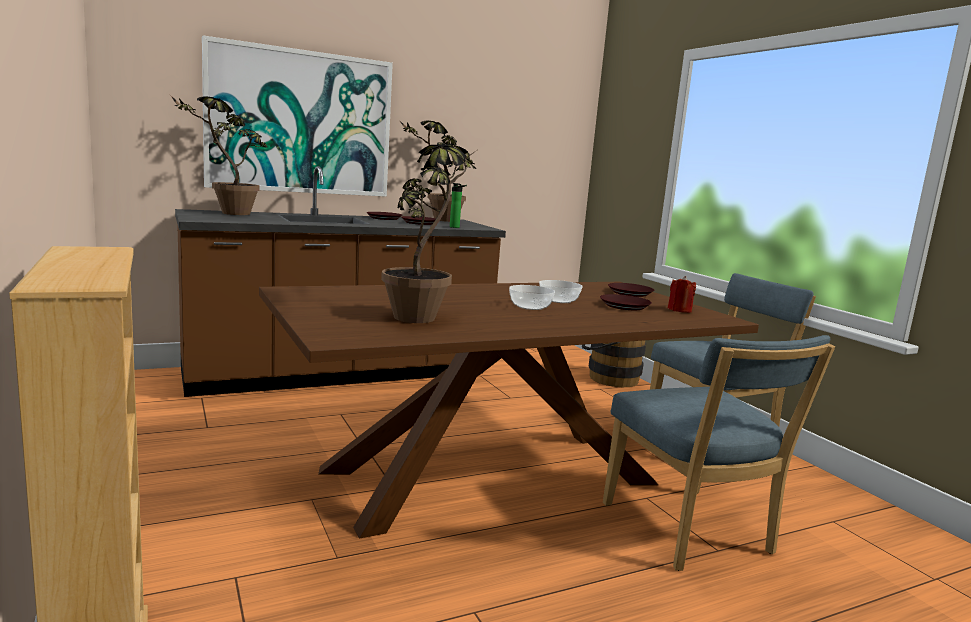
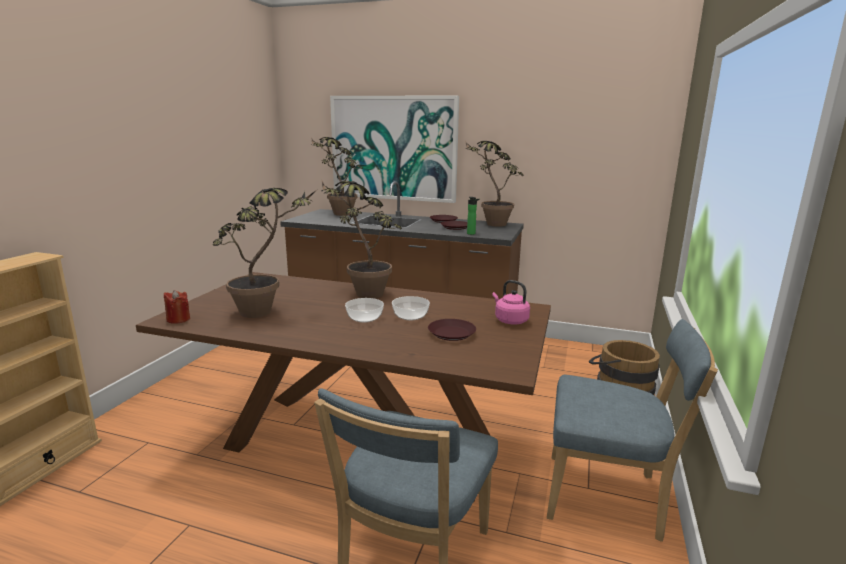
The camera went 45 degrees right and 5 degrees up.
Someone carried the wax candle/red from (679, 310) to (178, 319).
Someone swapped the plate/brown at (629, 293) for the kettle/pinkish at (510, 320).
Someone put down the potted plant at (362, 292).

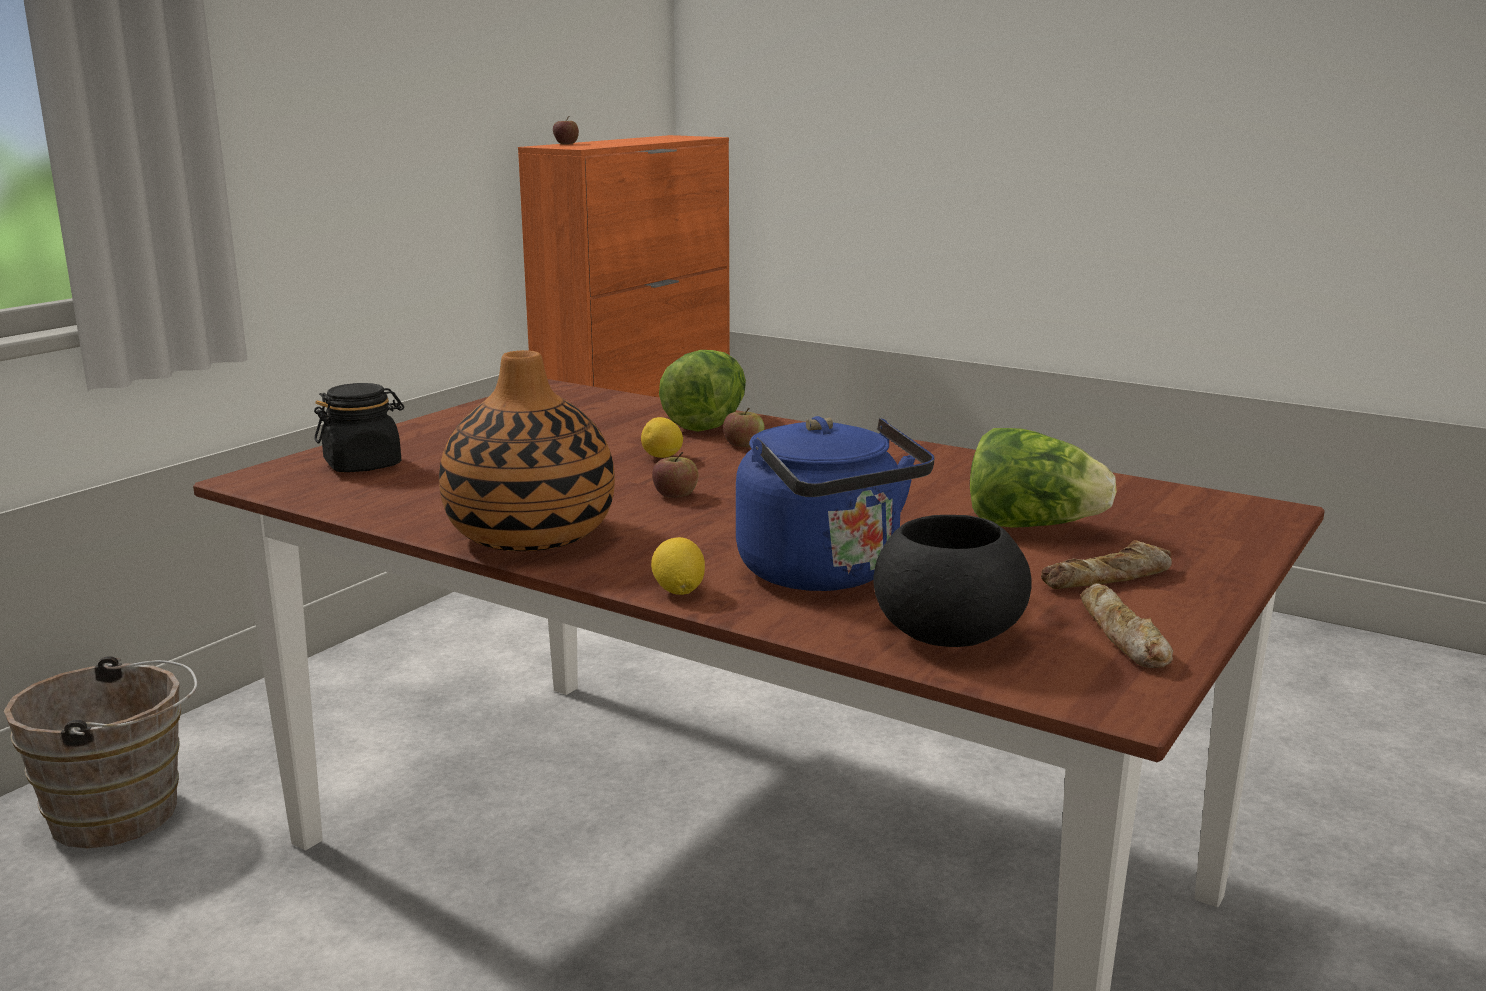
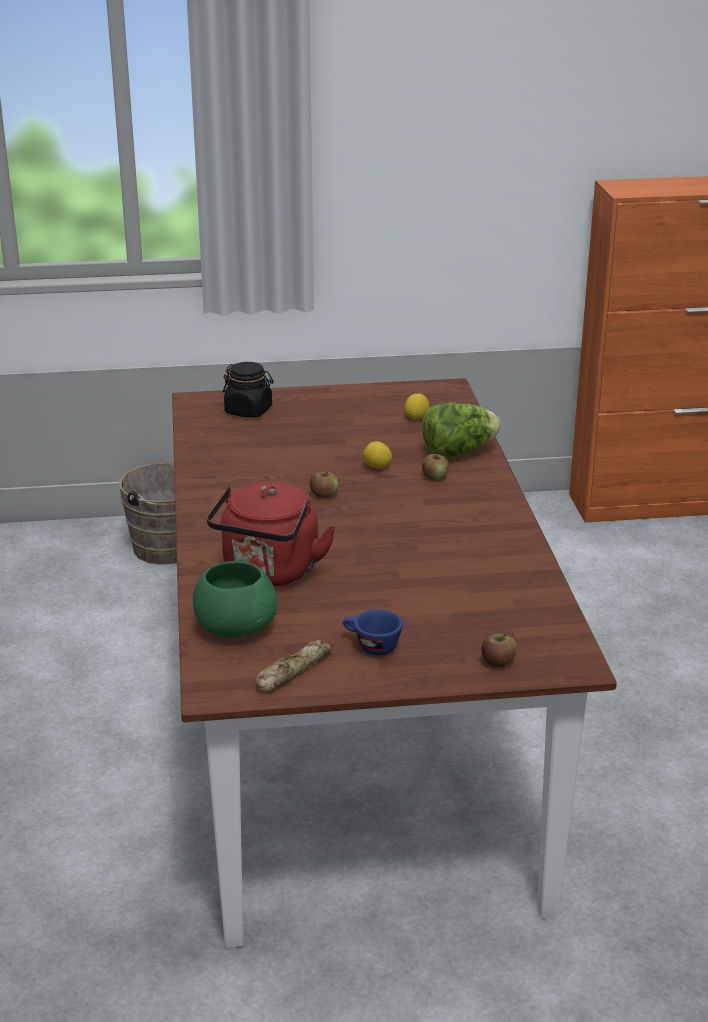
The camera went 50 degrees right and 10 degrees up.
Someone carried the apple fruit from (566, 144) to (498, 662).
Someone took away the vase at (530, 535).
Someone repainted the kettle/blue-coloured at (826, 574), which became the kettle/red at (269, 573).
Someone took away the head of lettuce at (1032, 526).
Someone repainted the deep dish/blackish at (945, 634), which became the deep dish/green-coloured at (235, 627).
Someone carried the whole lemon from (678, 591) to (416, 418).
Someone swapped the bread at (1109, 579) for the small cup/blue-coloured at (371, 646).

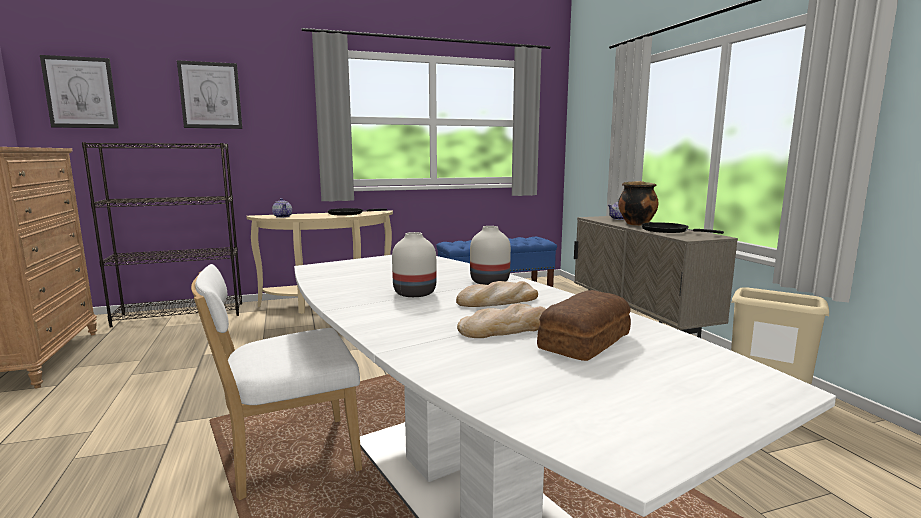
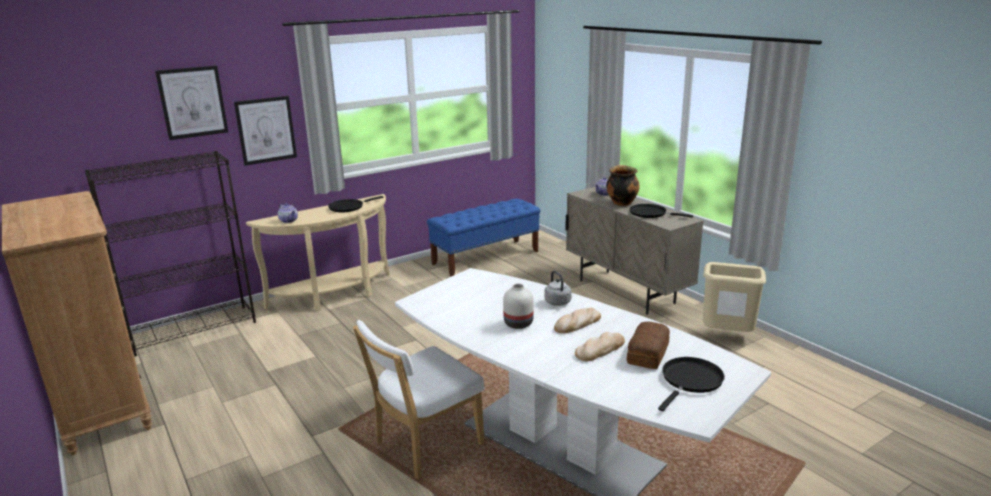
The camera went 15 degrees left and 10 degrees up.
Someone carried the wall art from (81, 92) to (266, 130).
Someone swapped the vase/white at (490, 282) for the kettle/grey at (558, 303).
Someone put down the frying pan/blackish at (690, 381).

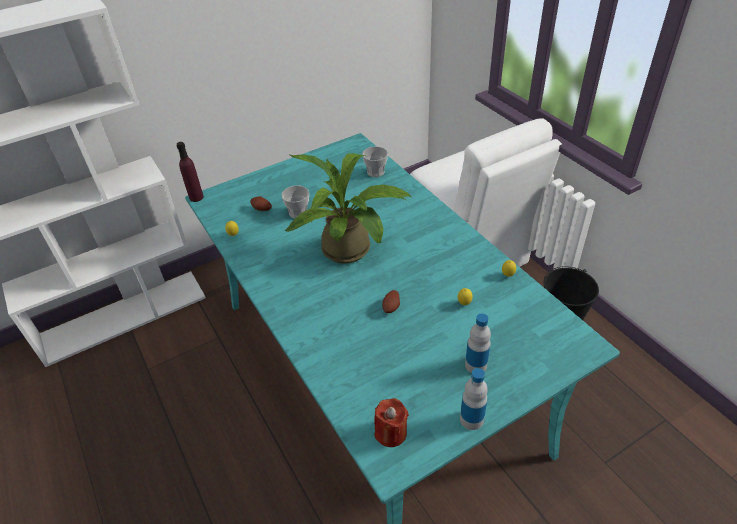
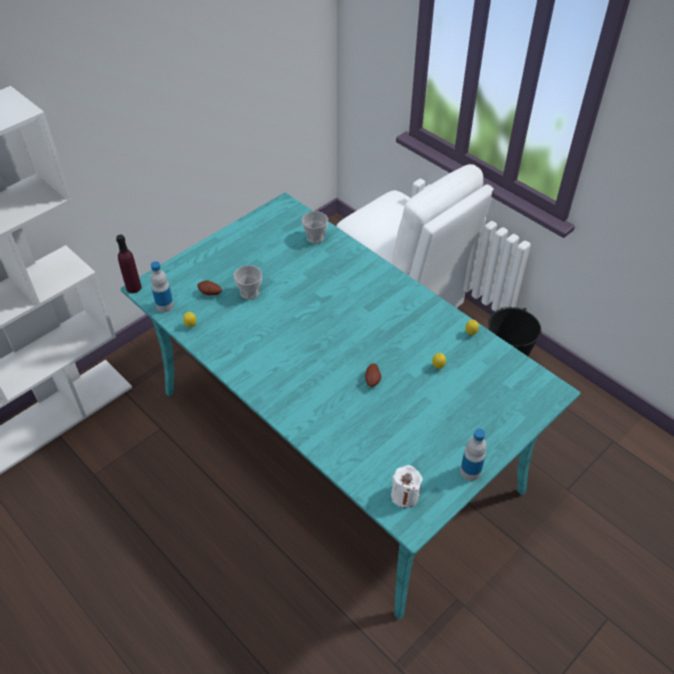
The camera went 15 degrees left and 5 degrees up.
Someone took away the potted plant at (351, 251).
Someone carried the drink bottle from (476, 365) to (165, 306).
Someone repainted the wax candle/red at (391, 433), which became the wax candle/white at (405, 495).

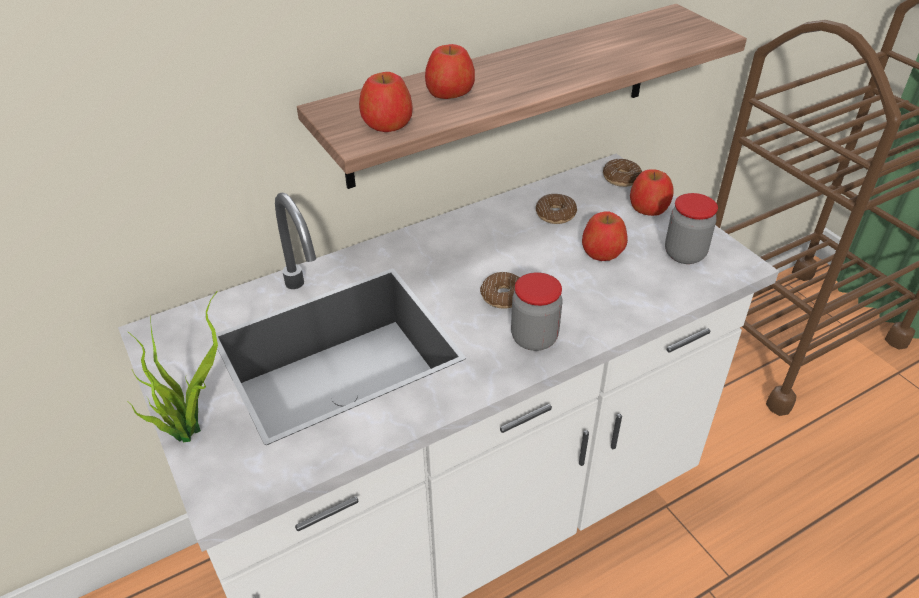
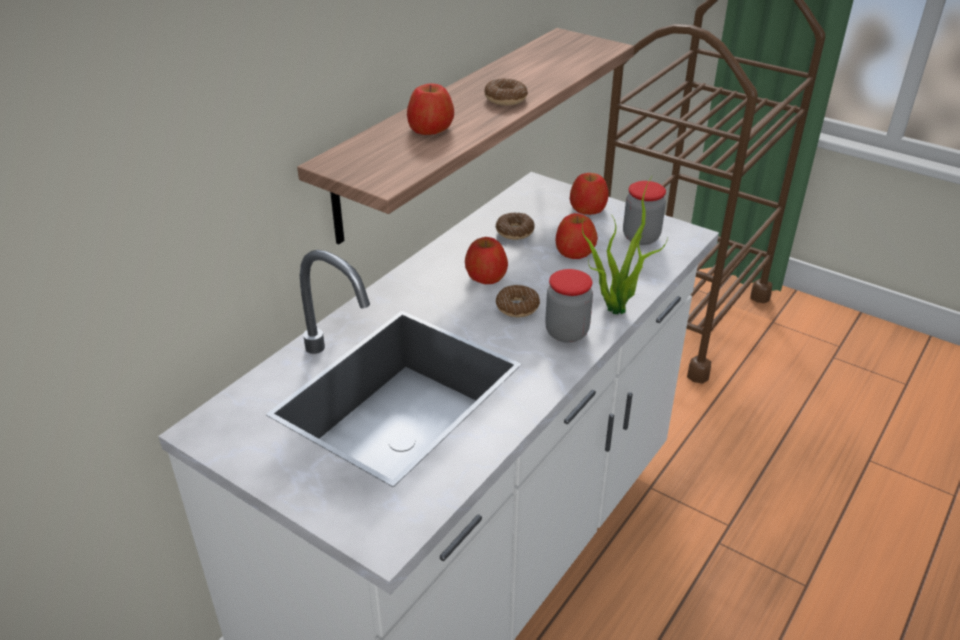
The camera went 25 degrees left and 5 degrees down.
Someone carried the apple fruit from (387, 122) to (486, 276).
Someone carried the donut from (621, 178) to (505, 99).
Someone carried the potted plant from (189, 427) to (614, 306).

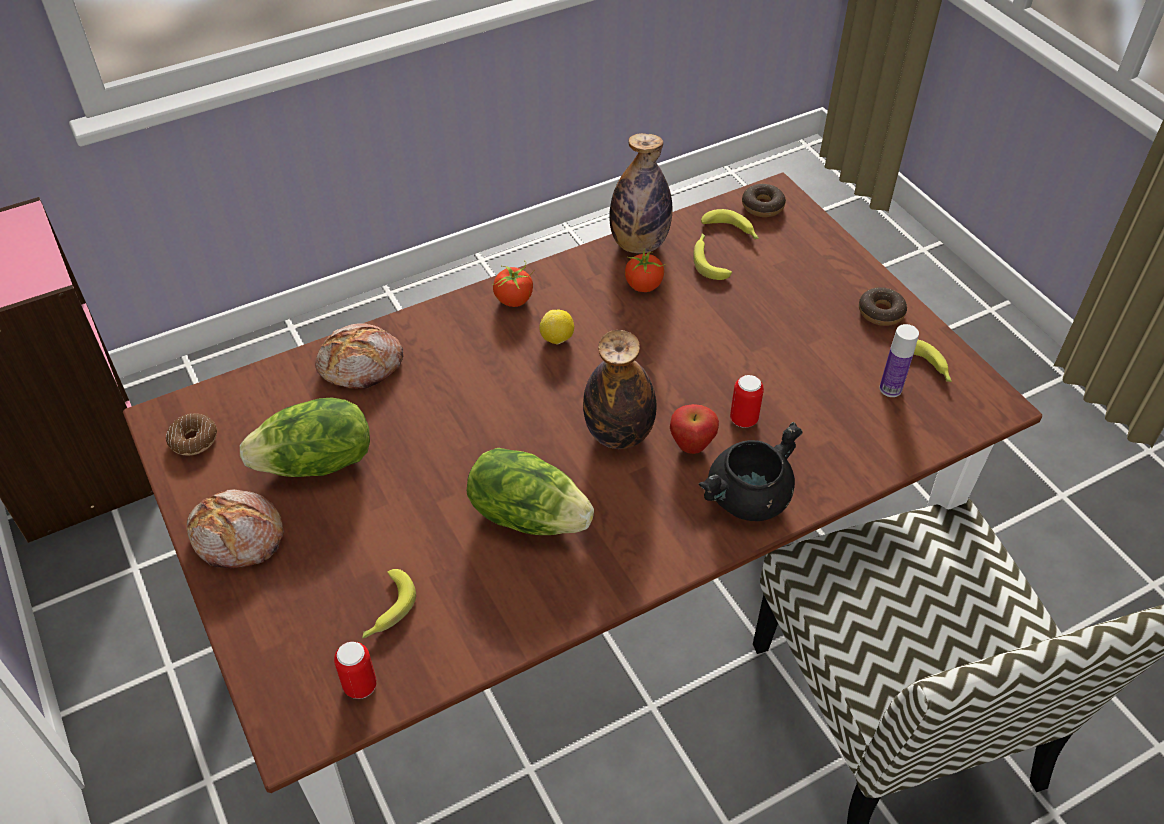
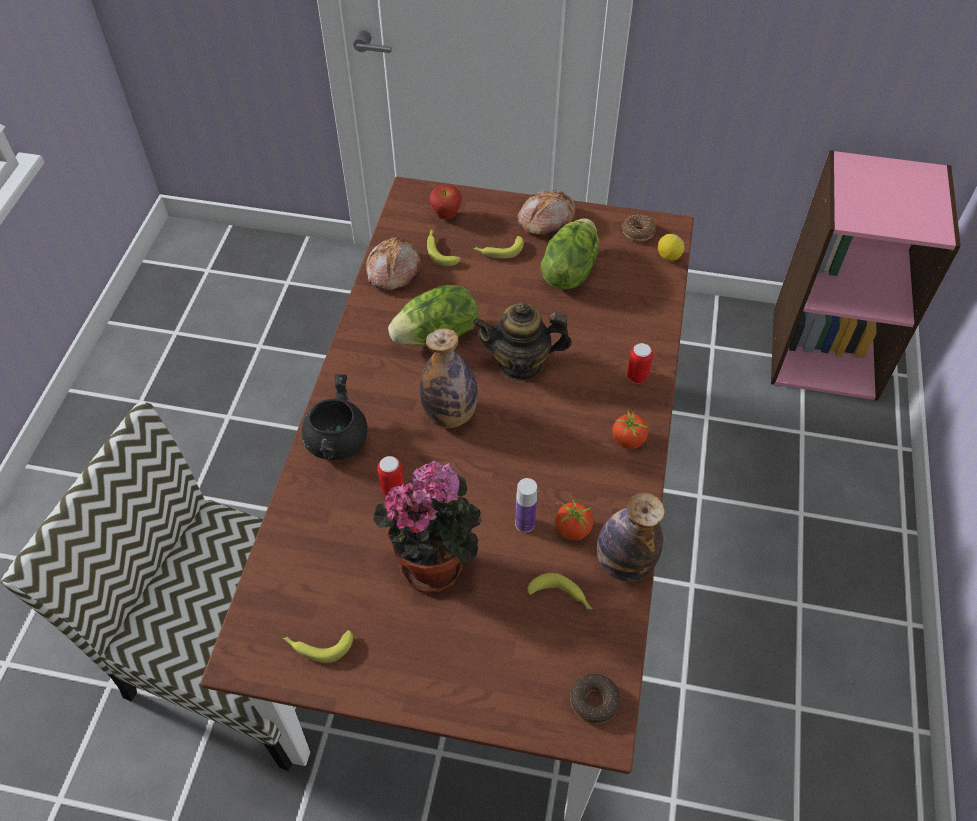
The camera went 130 degrees right and 5 degrees up.
Someone carried the banana from (732, 231) to (498, 251).
Someone took away the donut at (881, 312).
Someone carried the whole lemon from (557, 339) to (668, 256).
Someone carried the bread from (362, 365) to (392, 271).
Someone carried the drink bottle from (890, 389) to (525, 524).
Someone carried the apple fruit from (691, 447) to (446, 216).
Someone carried the can from (360, 686) to (637, 376).
Someone put down the pot for tea at (520, 364).
Someone put down the potted plant at (436, 561).

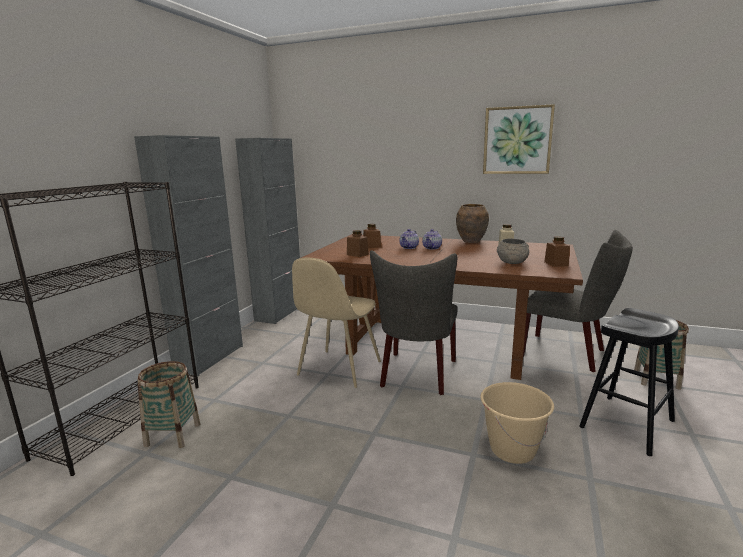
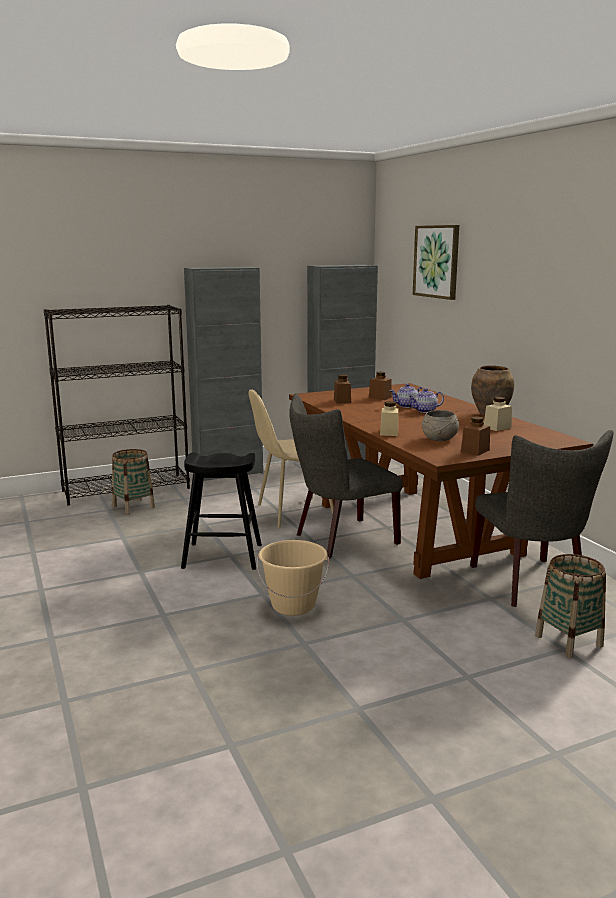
The camera went 45 degrees right and 0 degrees up.
Someone carried the wall art from (517, 140) to (437, 261).
Someone carried the stool/blackish from (627, 424) to (223, 556).
Someone put down the jar/beige at (389, 432).

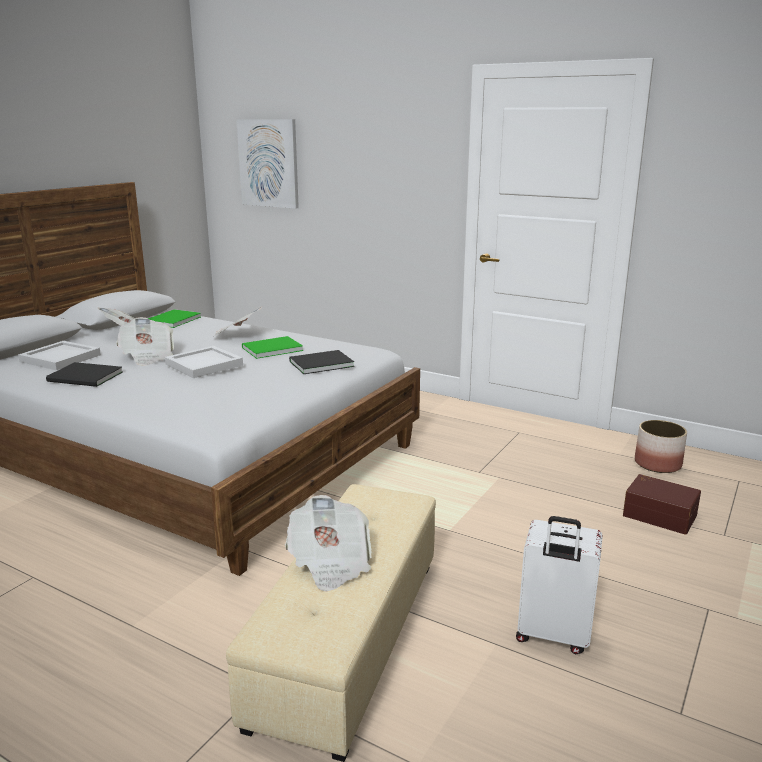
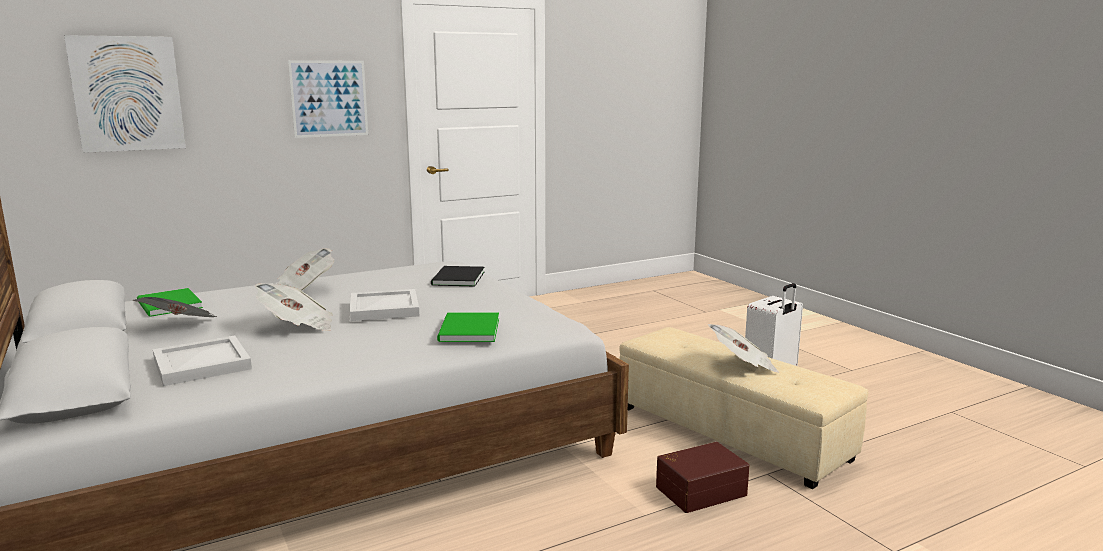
The camera went 60 degrees left and 5 degrees down.
Someone carried the book/green-coloured from (270, 349) to (467, 330).
Someone took away the book/blackish at (86, 377).
Someone took away the plant pot at (658, 464).
Someone carried the storage container/brown from (660, 514) to (699, 490).
Someone put up the wall art at (329, 98).

